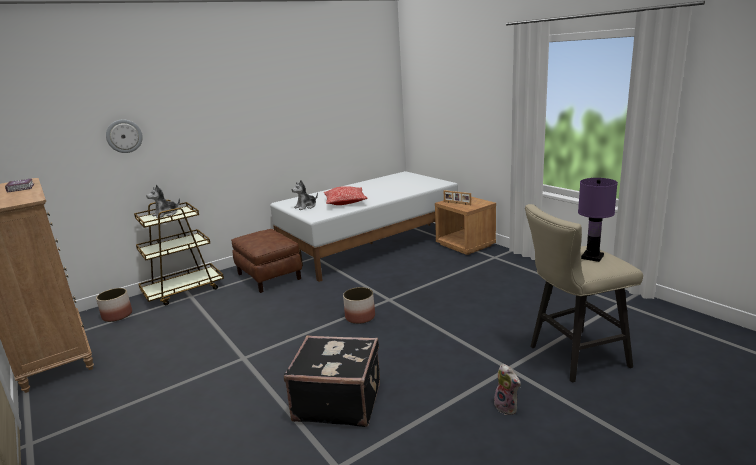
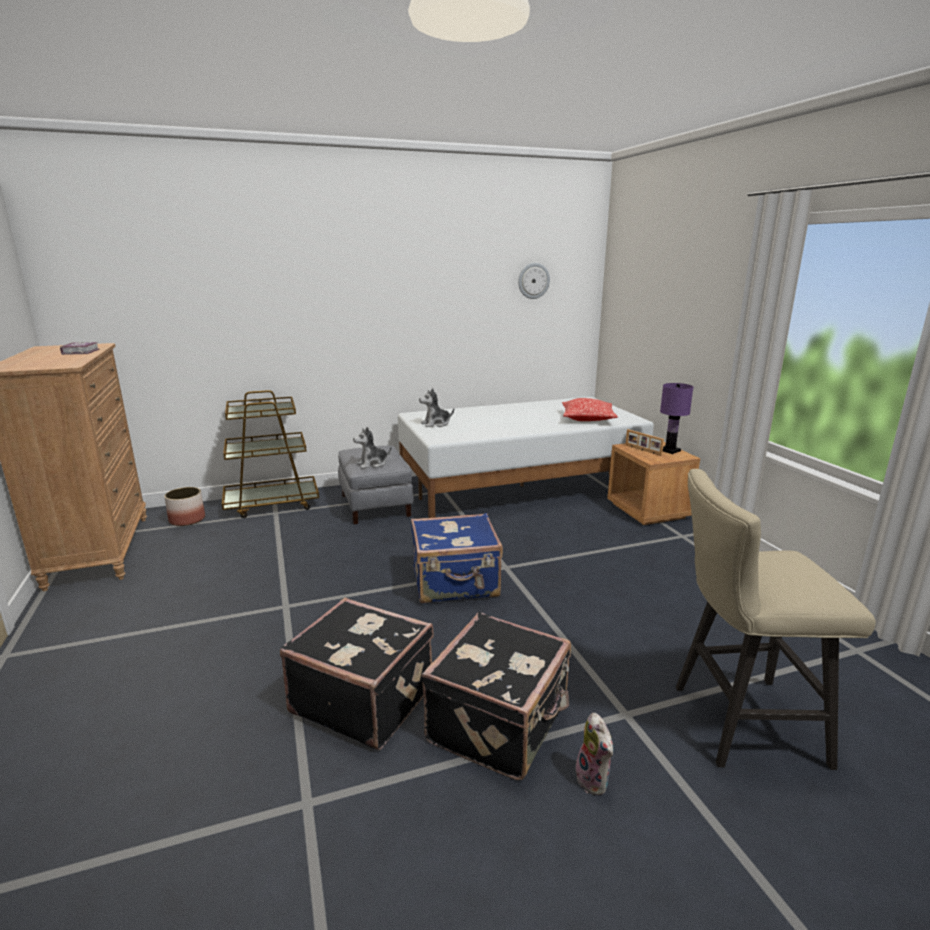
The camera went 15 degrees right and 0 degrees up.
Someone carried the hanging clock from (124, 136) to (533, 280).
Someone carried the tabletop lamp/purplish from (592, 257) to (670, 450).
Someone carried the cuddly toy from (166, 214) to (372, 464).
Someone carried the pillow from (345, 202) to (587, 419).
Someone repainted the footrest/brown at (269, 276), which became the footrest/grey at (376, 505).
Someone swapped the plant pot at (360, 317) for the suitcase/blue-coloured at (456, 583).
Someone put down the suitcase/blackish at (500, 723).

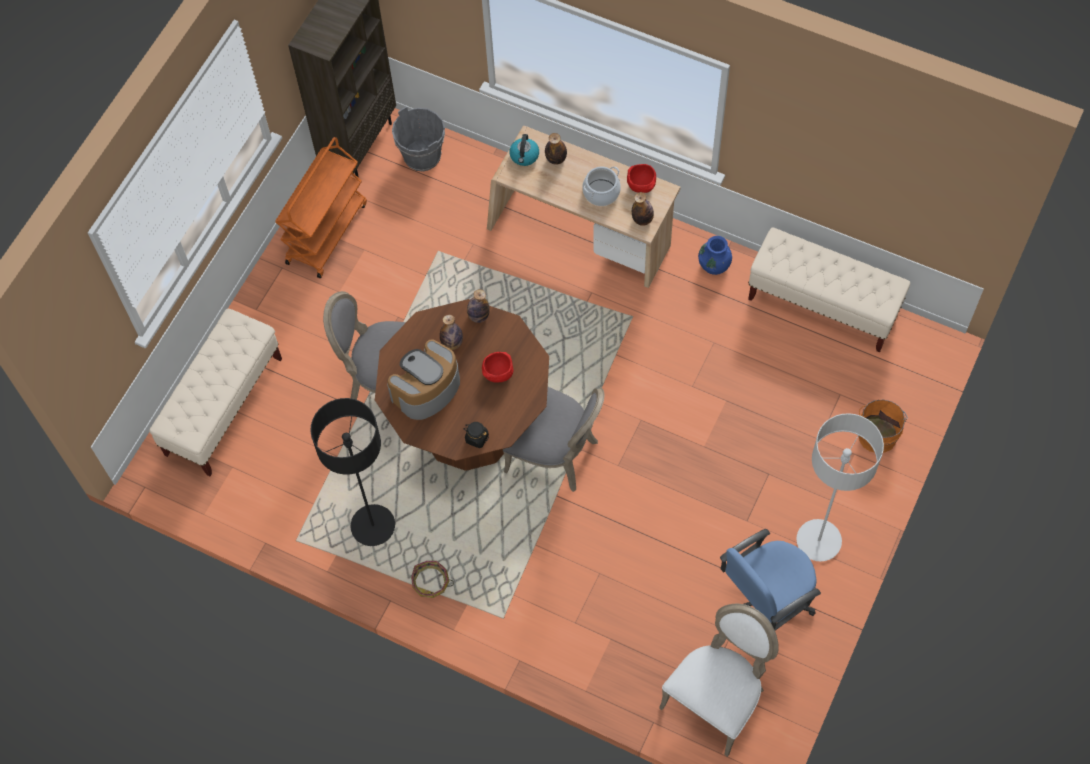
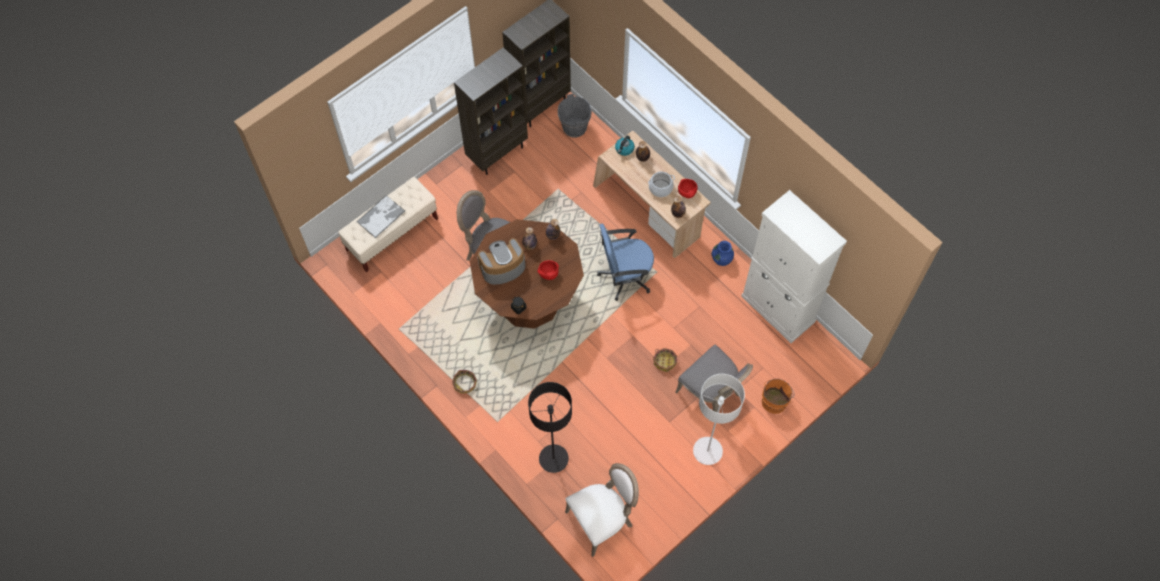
The camera went 20 degrees right and 0 degrees up.
Someone swapped the cart/orangey at (326, 232) for the bookcase/brown at (497, 153).
Someone swapped the long seat/beige at (823, 305) for the cupboard/white at (778, 309).
Someone carried the upright chair/grey from (556, 454) to (711, 393).
Someone carried the standard lamp/blackish from (373, 526) to (553, 459).
Someone carried the desk chair/blue-coloured from (765, 601) to (625, 276).
Someone put down the carrying tray at (381, 216).
Someone put down the storage basket at (665, 361).

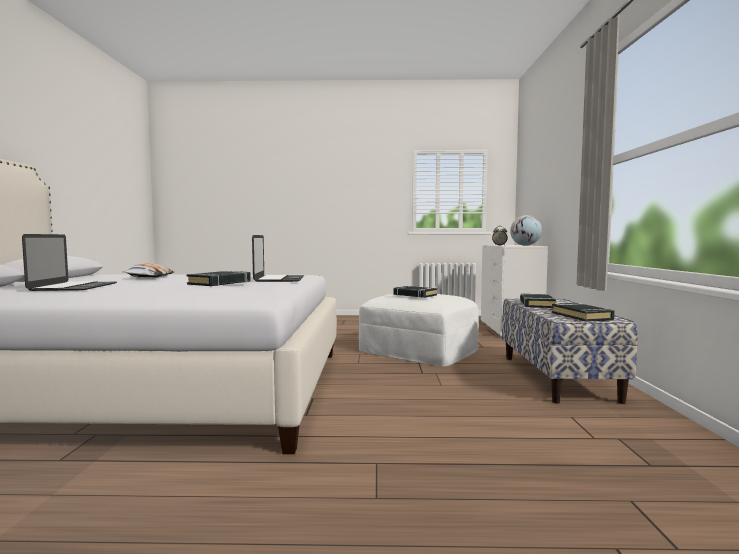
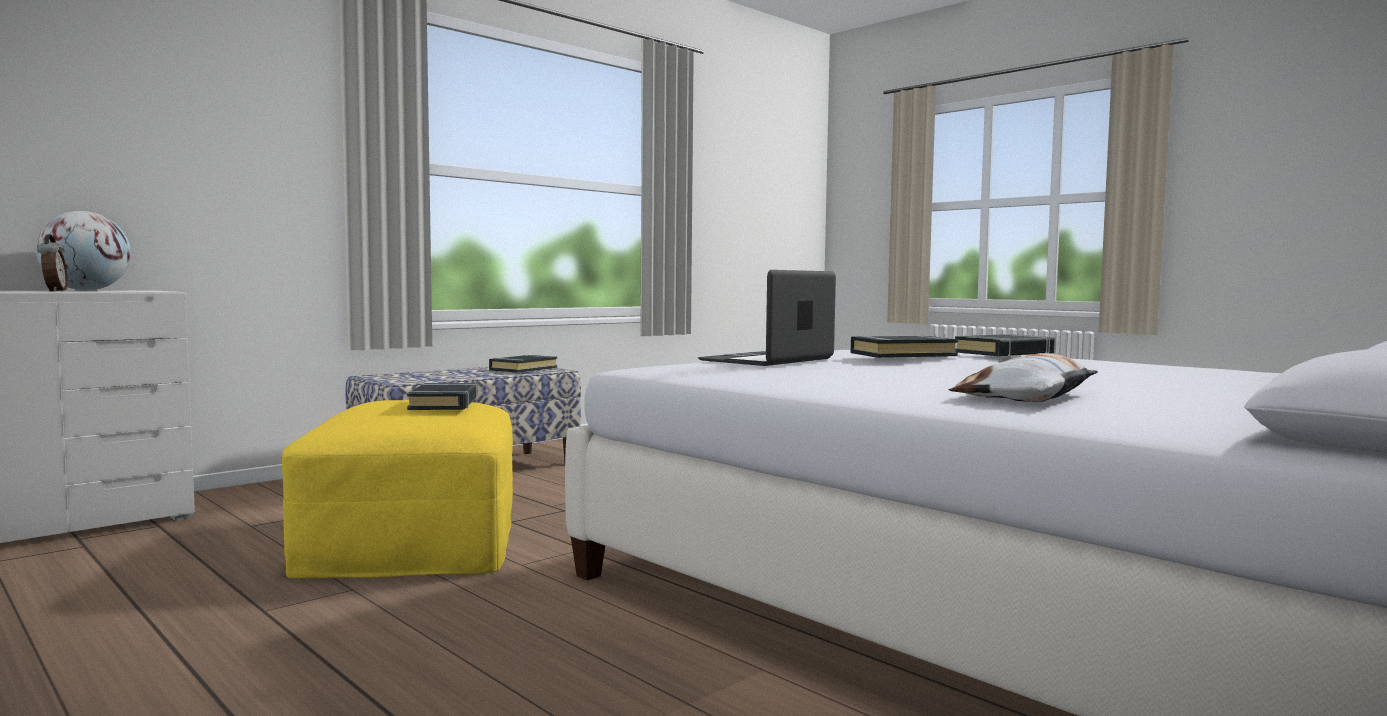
The camera went 135 degrees left and 0 degrees up.
Someone took away the notebook computer at (74, 287).
Someone repainted the footrest/white at (419, 350), which became the footrest/yellow at (412, 539).
Someone carried the book/blackish from (536, 304) to (1005, 353).

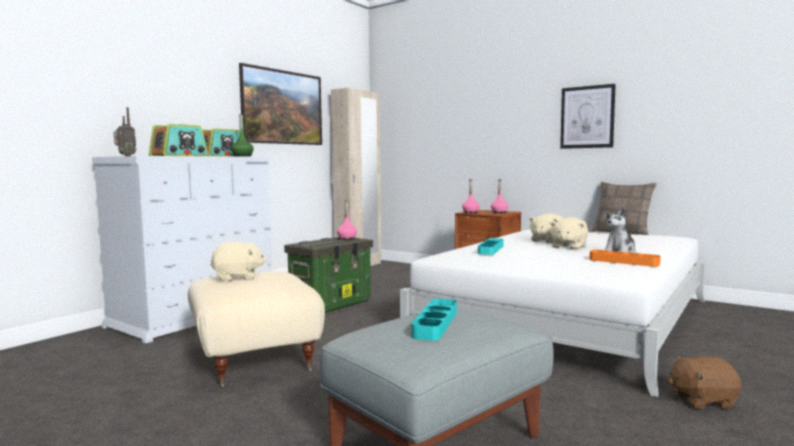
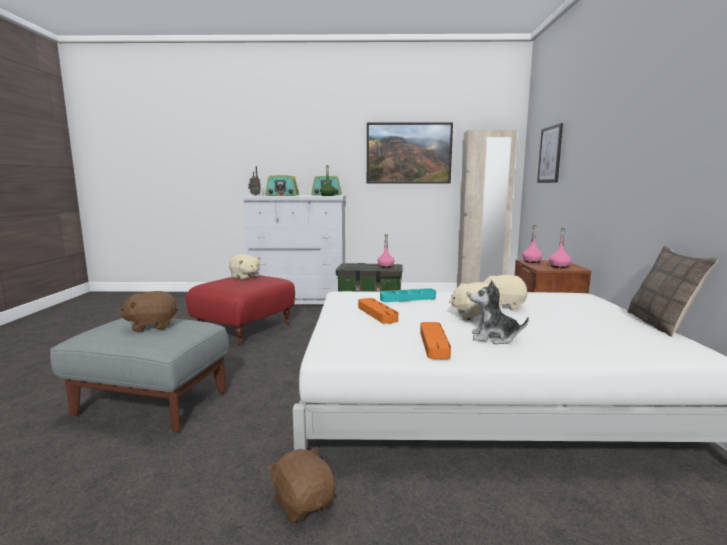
The camera went 55 degrees right and 5 degrees up.
Someone carried the wall art from (587, 117) to (550, 154).
Someone repainted the footrest/beige at (253, 359), which became the footrest/red at (244, 330).
Someone swapped the carrying tray/turquoise at (435, 324) for the cuddly toy/brown at (152, 326).
Someone put down the carrying tray/orangey at (377, 314).

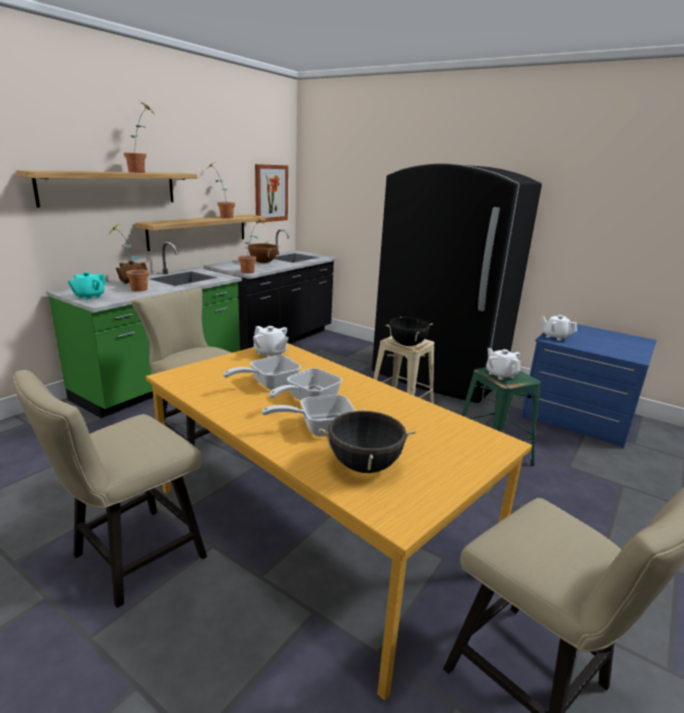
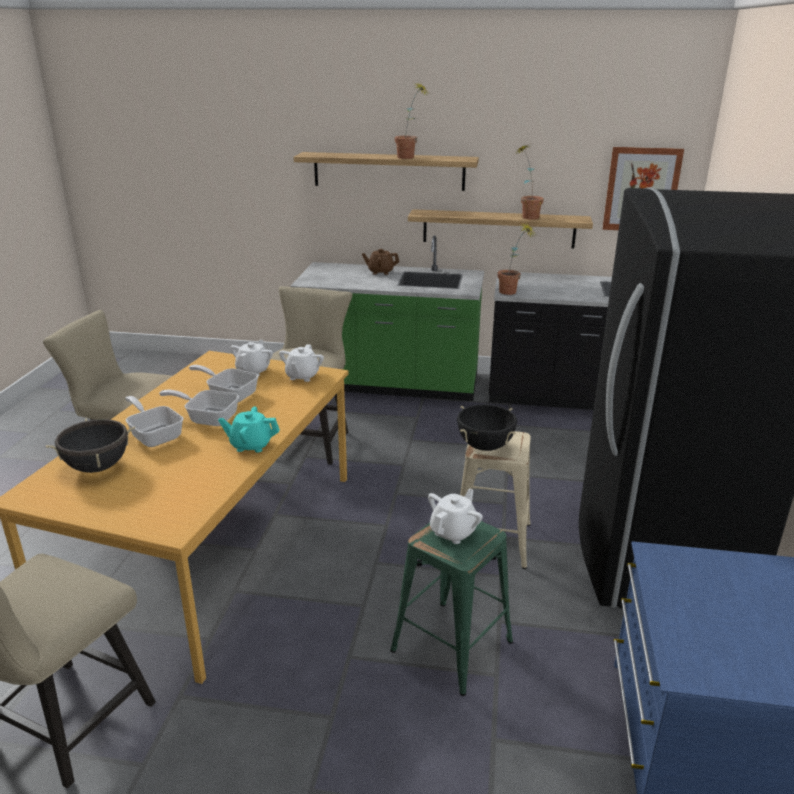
The camera went 65 degrees right and 5 degrees up.
Someone took away the potted plant at (133, 289).
Someone took away the cooking pot/brown at (263, 262).
Someone carried the pot for tea/turquoise from (89, 297) to (251, 445).
Someone carried the pot for tea/white from (555, 337) to (253, 371).

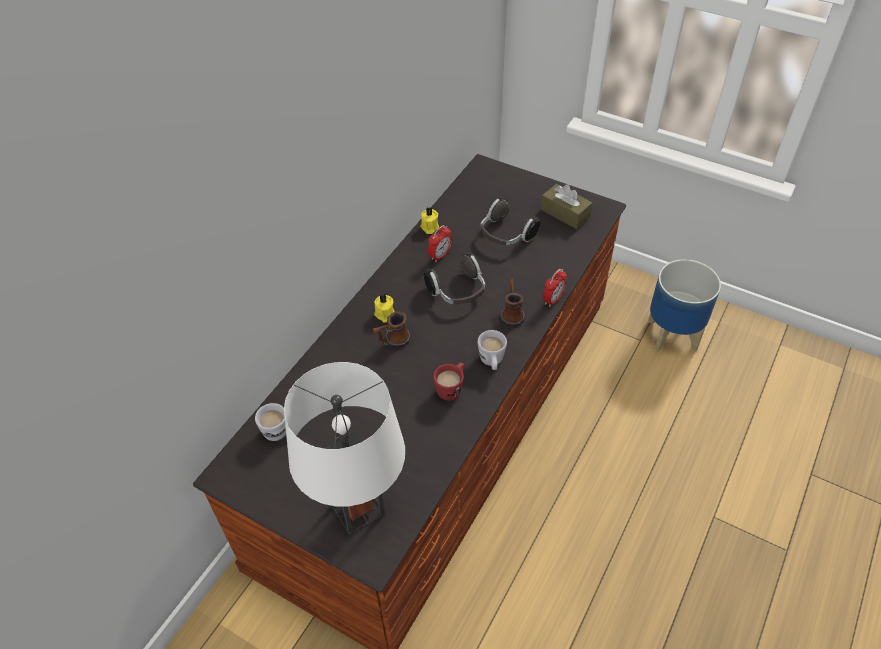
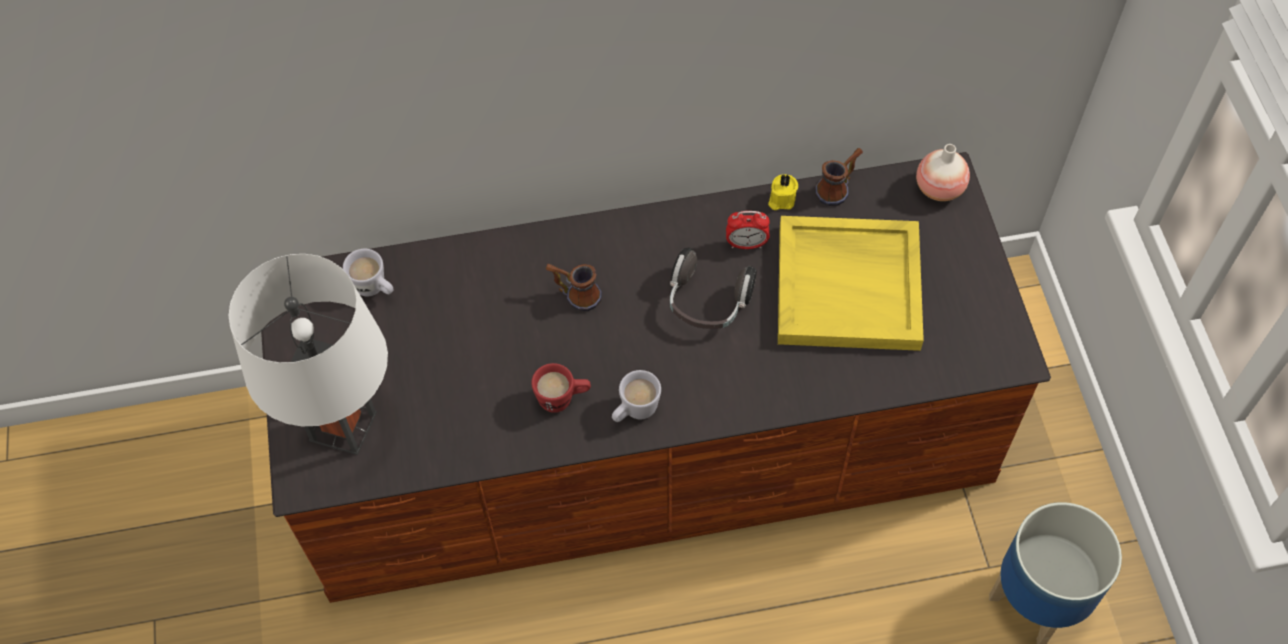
The camera went 50 degrees right and 10 degrees up.
Someone took away the box of tissues/brown at (565, 213).
Someone swapped the headphones at (506, 235) for the carrying tray/yellow at (849, 285).
Someone took away the bedside clock at (553, 299).
Someone carried the tea mug from (512, 312) to (838, 188).
Someone took away the wax candle/yellow at (384, 314).
Someone put down the vase at (939, 188).

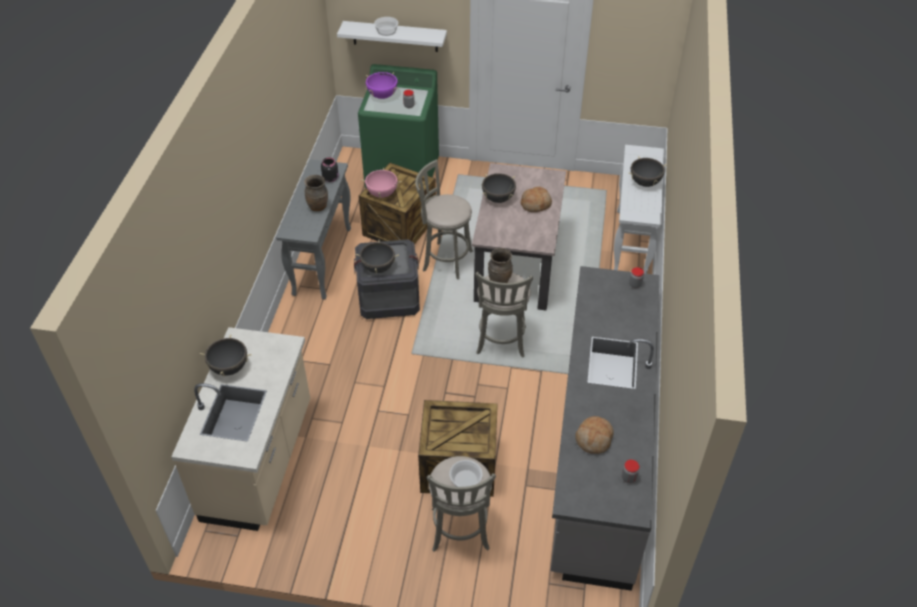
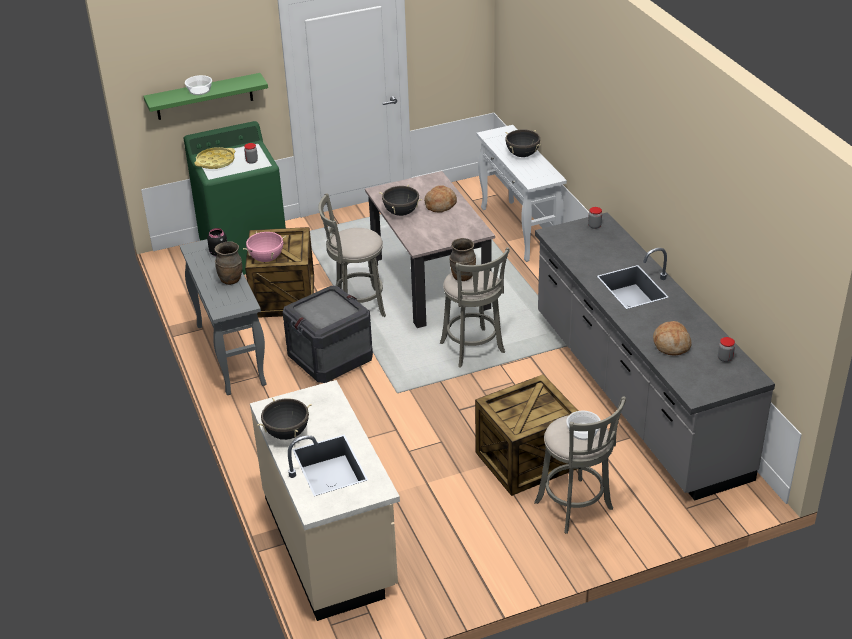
The camera went 30 degrees left and 10 degrees down.
Someone repainted the shelf/white at (395, 36), which became the shelf/green-coloured at (204, 96).
Someone swapped the cooking pot/purplish at (382, 95) for the carrying tray/yellow at (215, 162).
Someone took away the cooking pot/blackish at (378, 268).

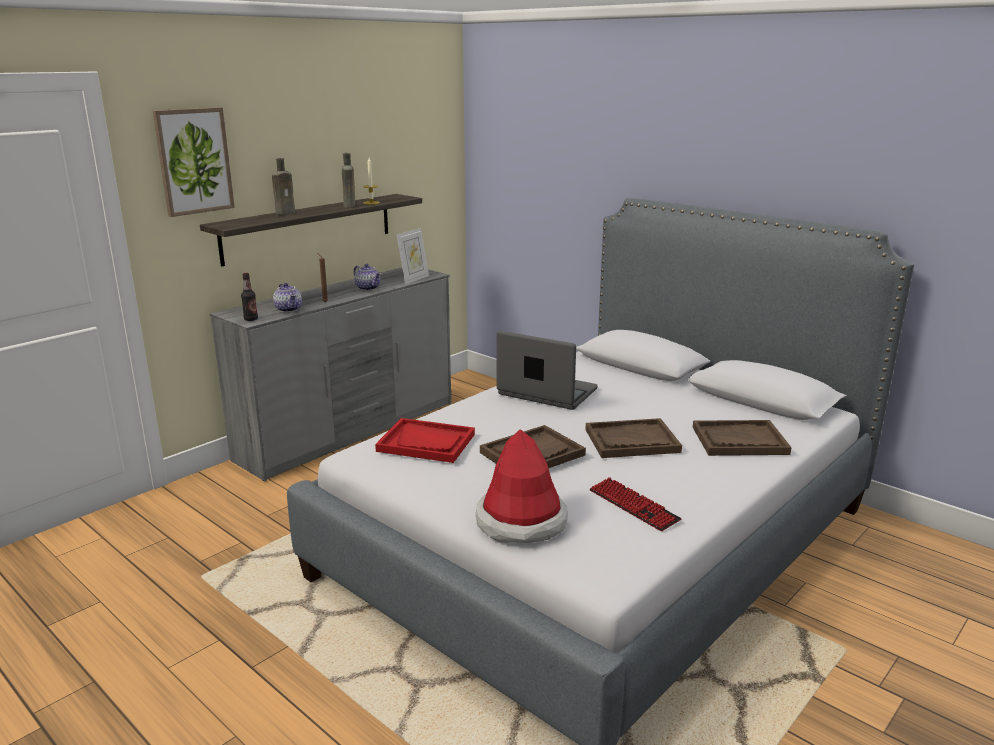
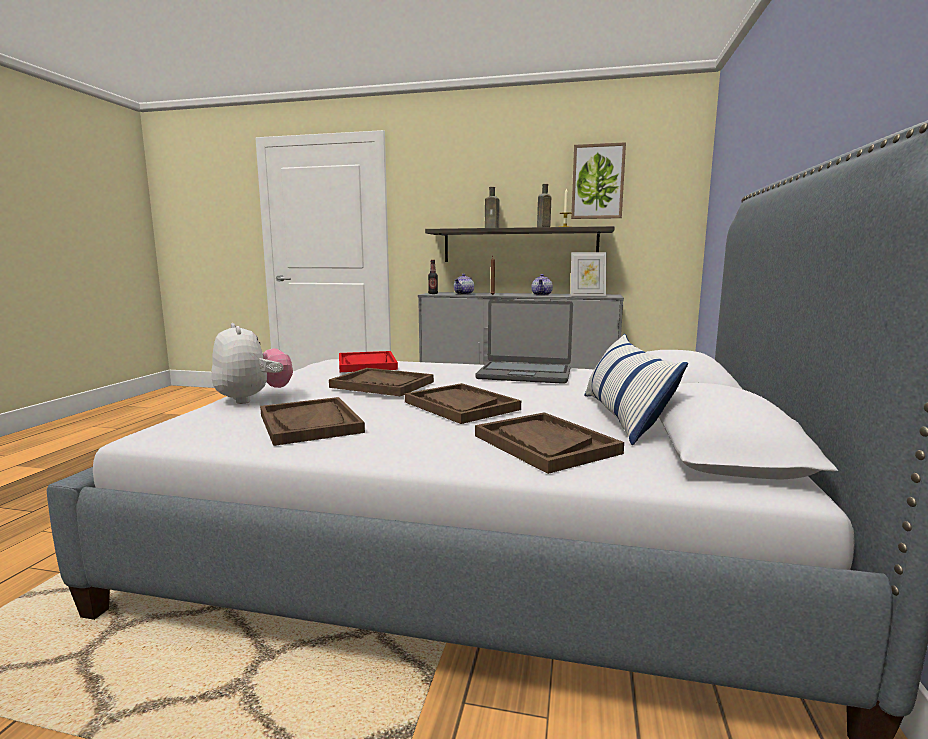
The camera went 60 degrees right and 10 degrees down.
Someone carried the wall art from (194, 161) to (597, 182).
Someone rotated the notebook computer at (547, 392) by 105 degrees clockwise.
Someone swapped the hat at (521, 521) for the cuddly toy at (253, 399).
Someone swapped the keyboard at (633, 506) for the carrying tray/brown at (310, 423).
Someone put down the pillow at (623, 417).

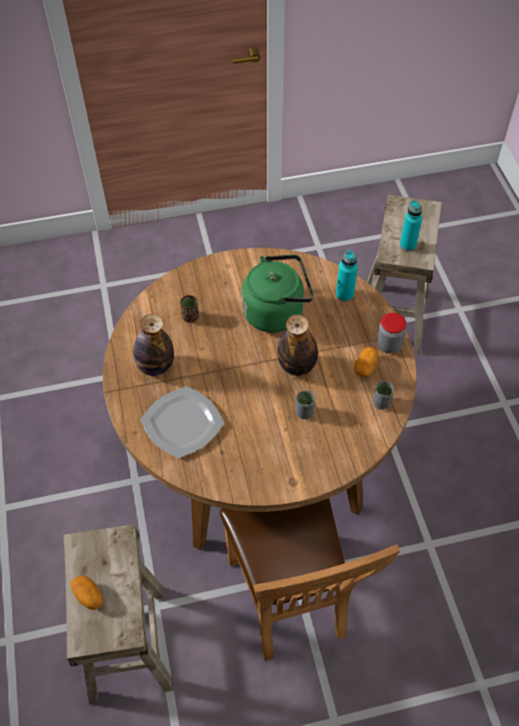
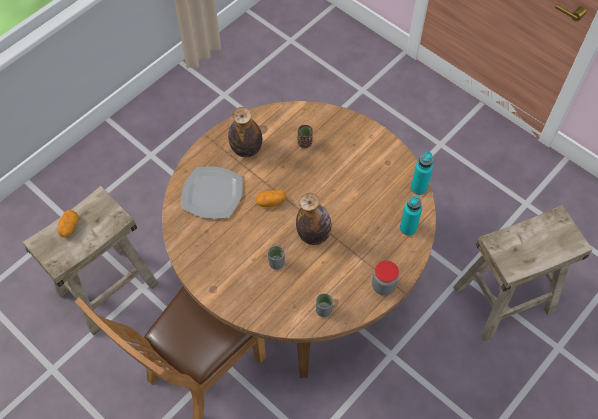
The camera went 55 degrees right and 5 degrees up.
Someone carried the drink bottle/turquoise from (408, 245) to (418, 188).
Someone took away the kettle/green-coloured at (276, 312).
Someone carried the whole potato from (365, 367) to (271, 202).

